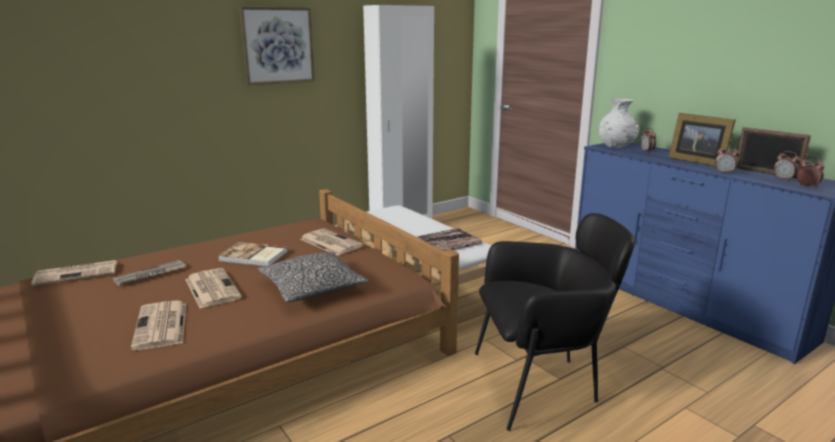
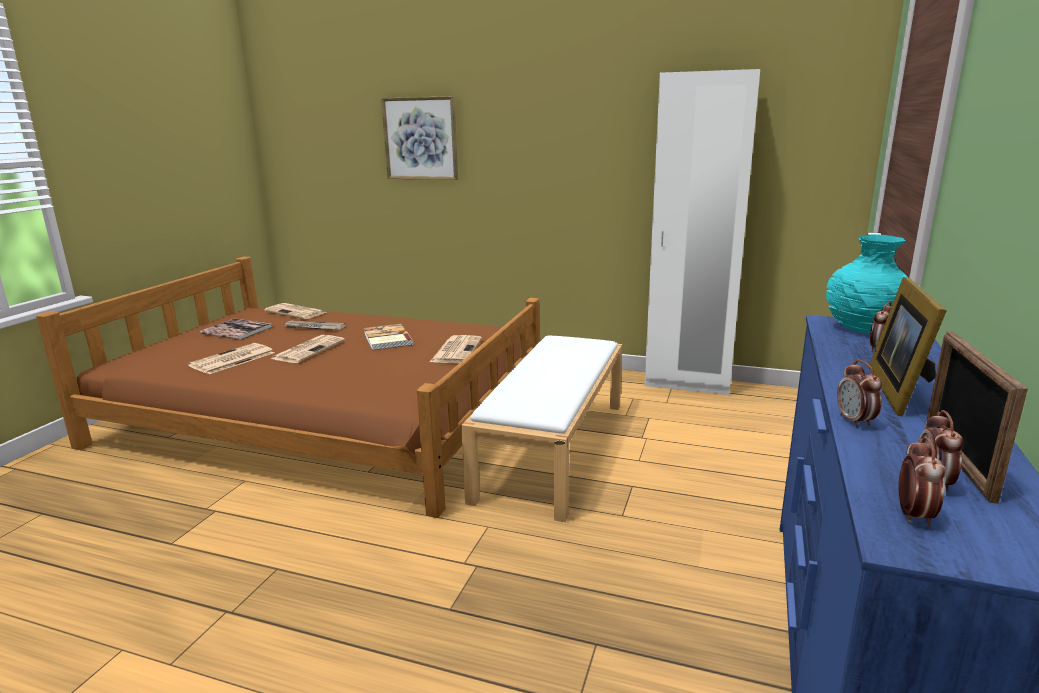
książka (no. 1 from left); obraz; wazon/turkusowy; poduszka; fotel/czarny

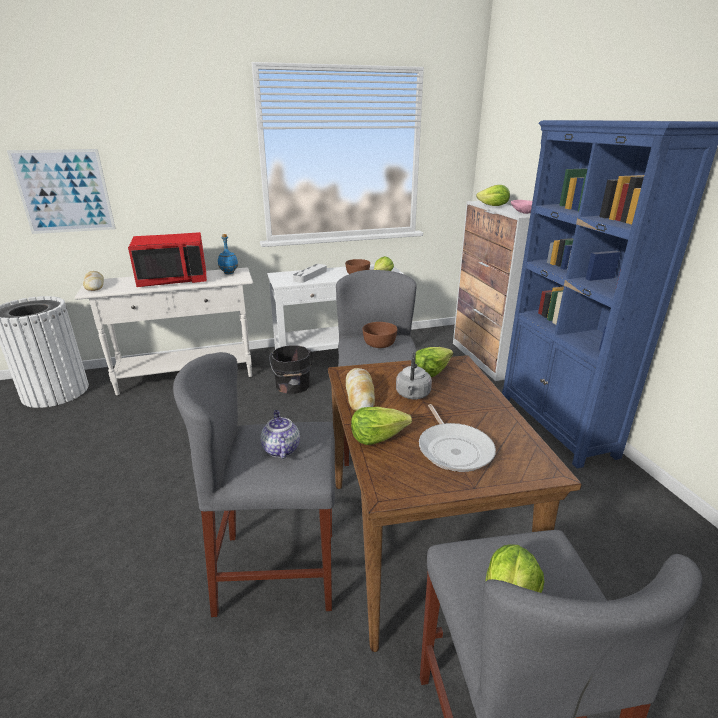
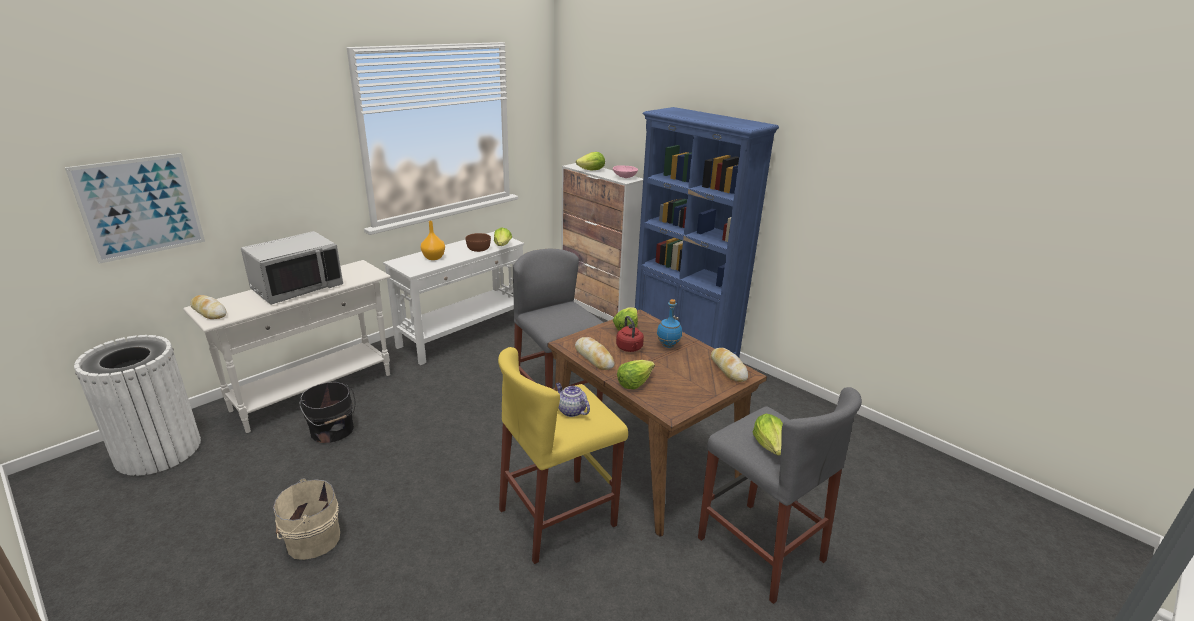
mikrofalówka/szary; wiadro/beżowy; wiadro/czarny; wazon/pomarańczowy; stołek/żółty; czajnik/czerwony; butelka/niebieski; chleb (no. 3 from left); miska/brązowy (no. 2 from left in the first image); patelnia

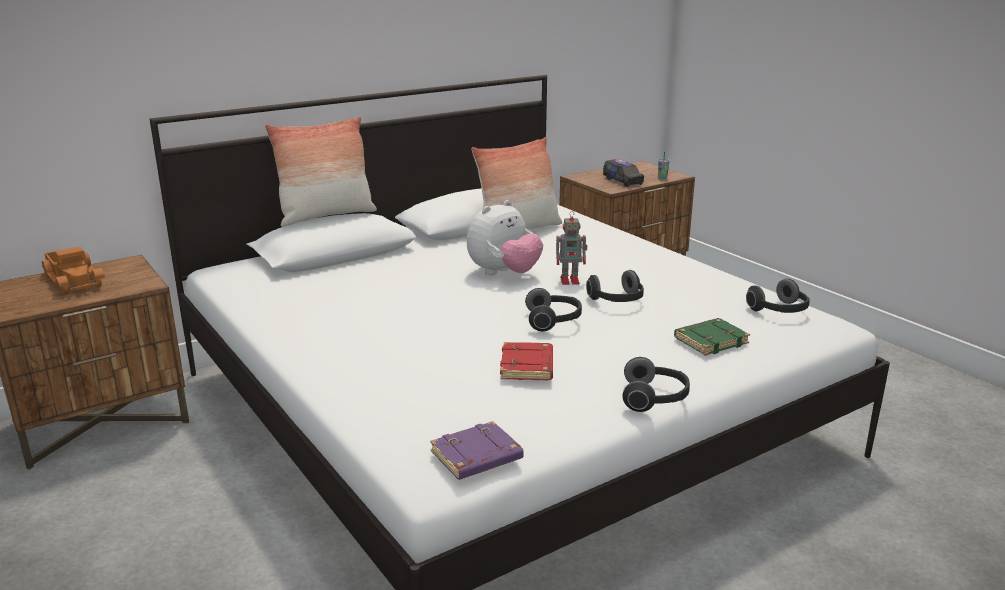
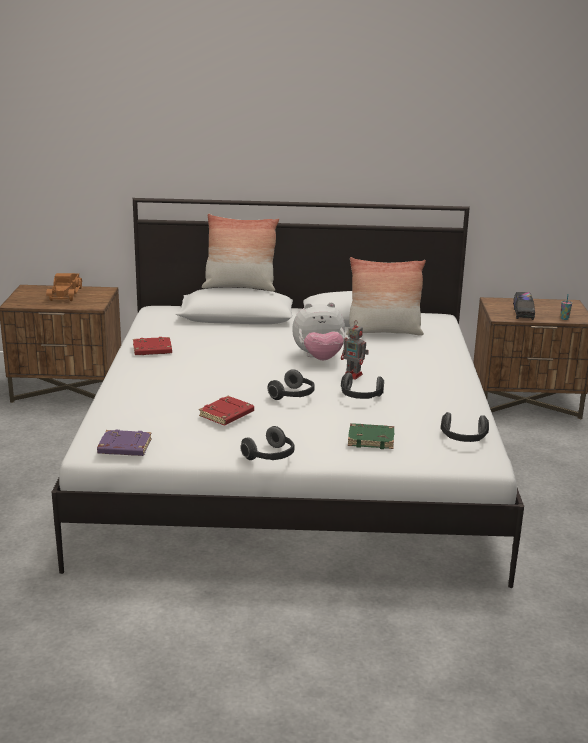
książka/czerwony (no. 1 from left)

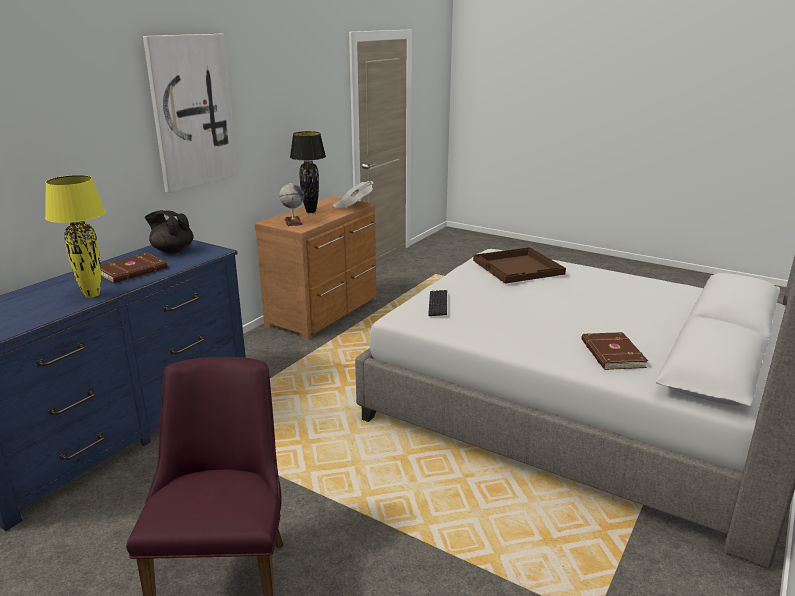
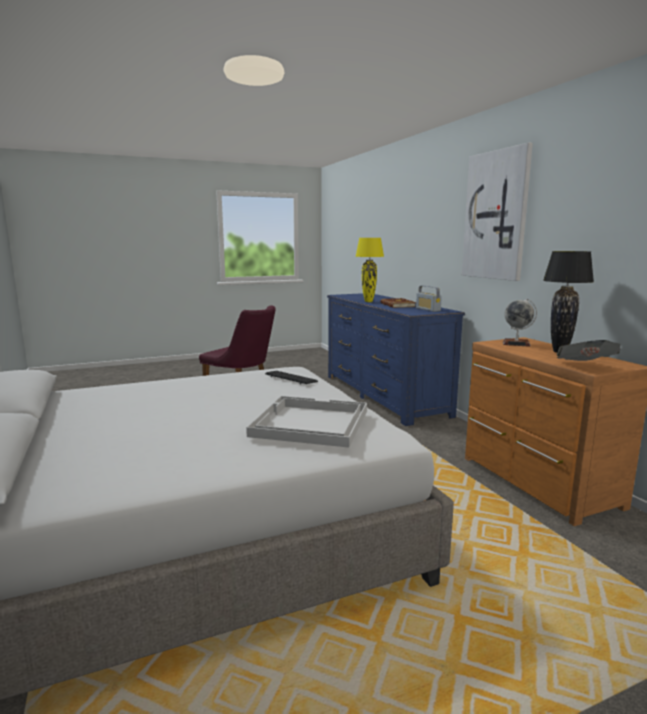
taca/biały; radio; książka/brązowy (no. 2 from left in the first image)

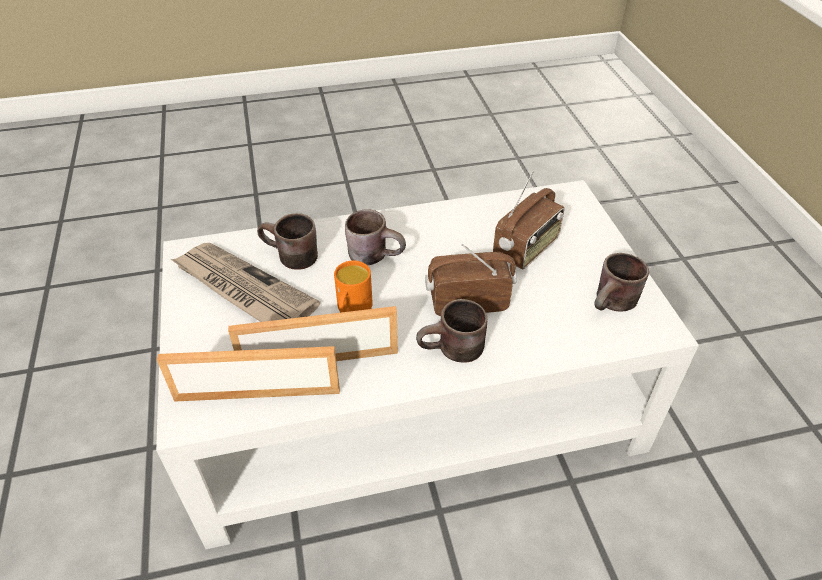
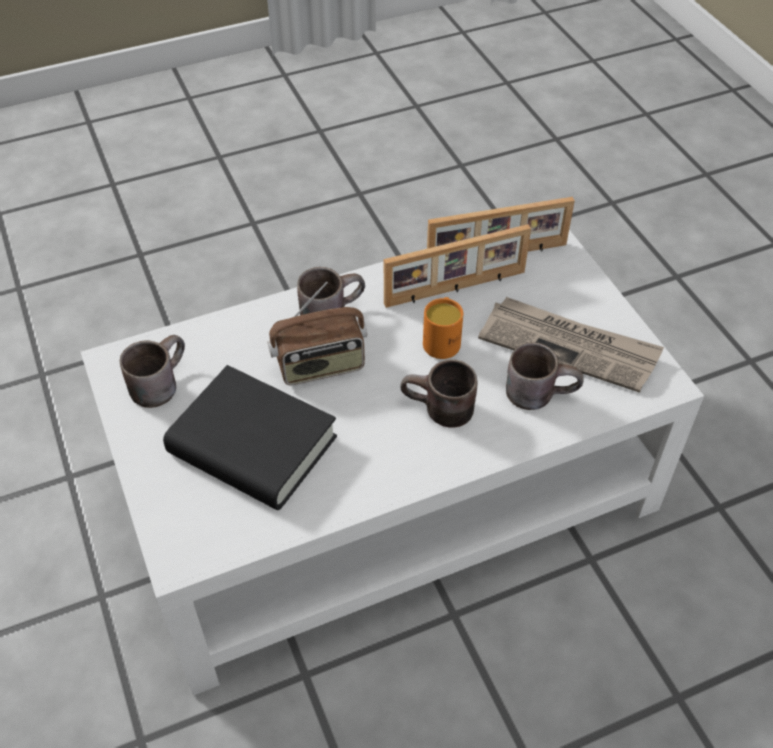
książka/czarny

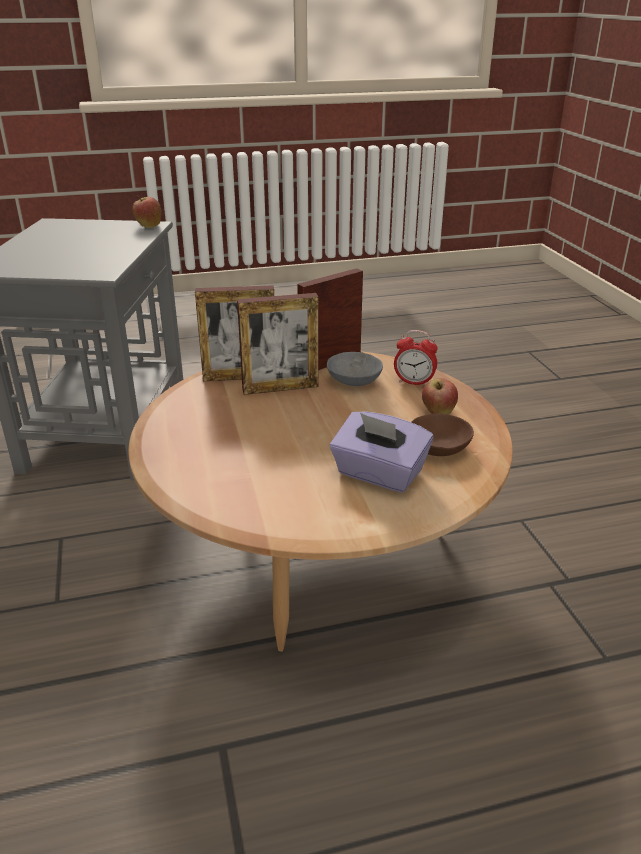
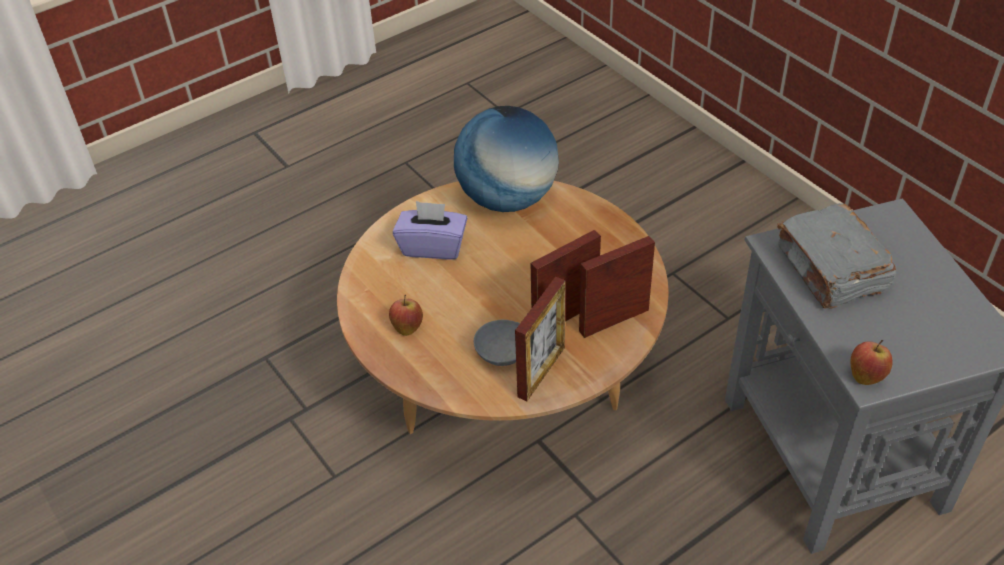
globus; książka/szary; budzik; miska/brązowy

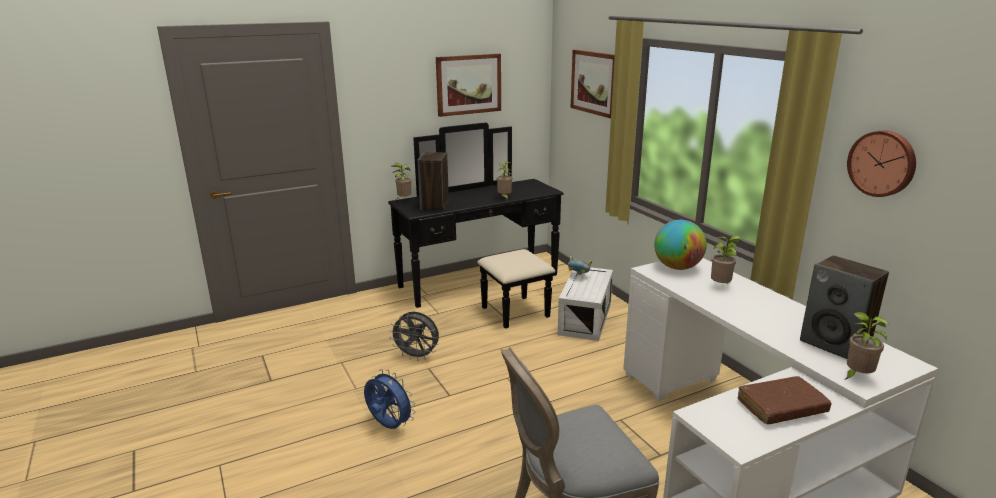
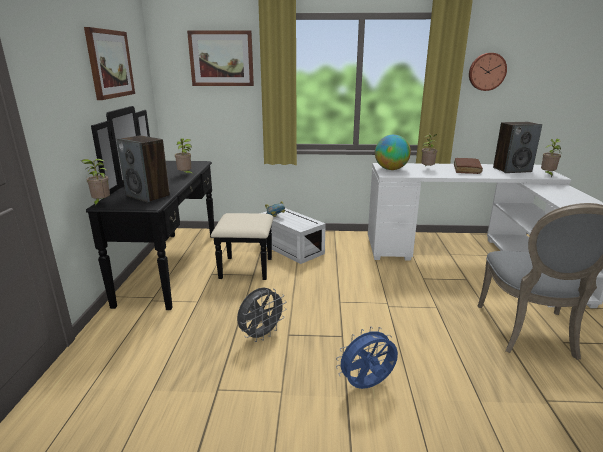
książka/brązowy

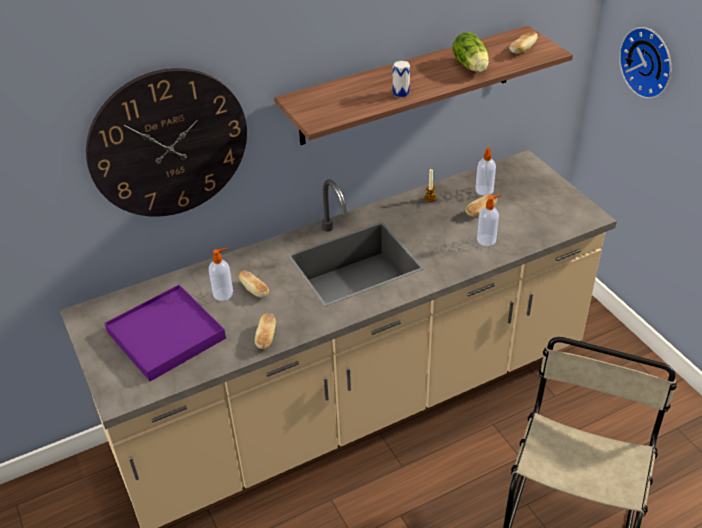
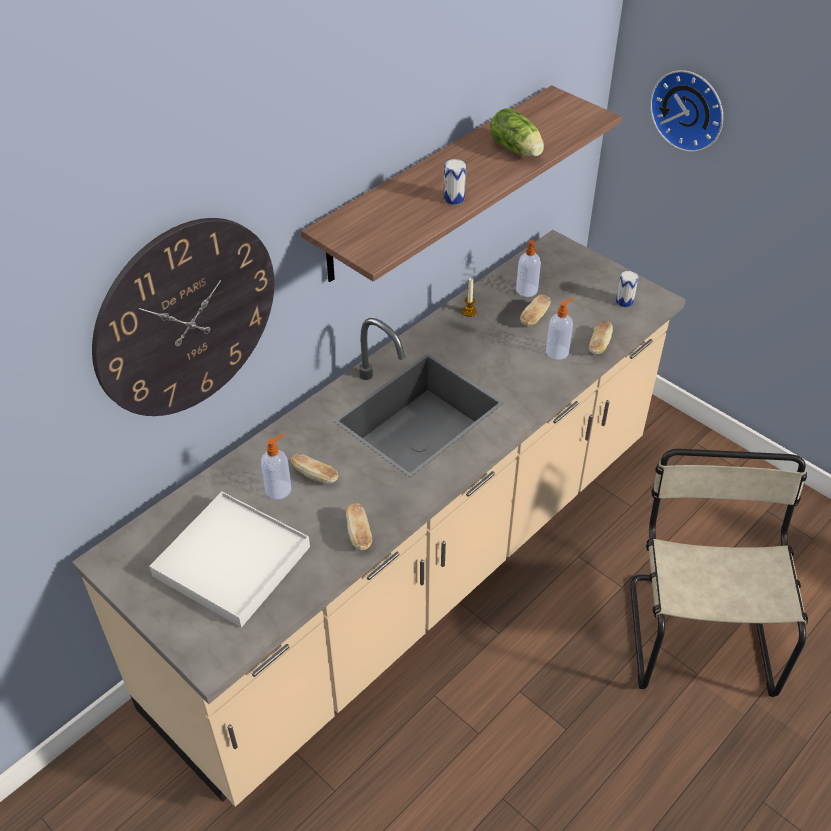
taca/biały; chleb (no. 4 from left); puszka (no. 2 from left)

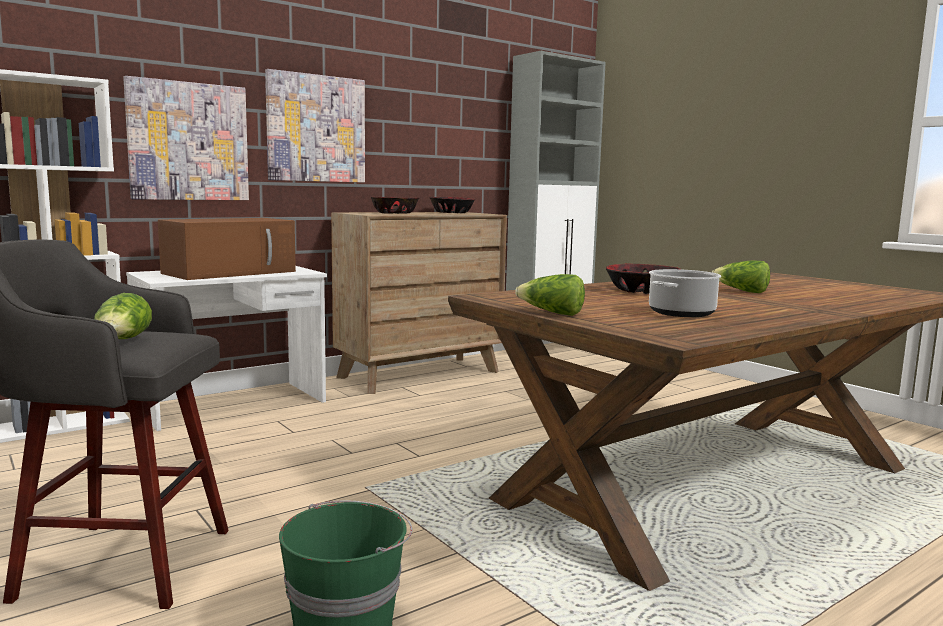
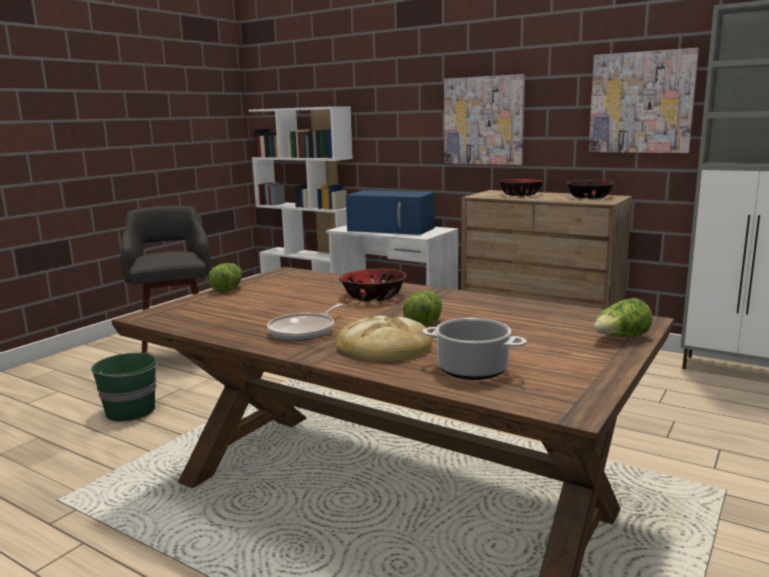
patelnia; chleb; mikrofalówka/niebieski; garnek; obraz (no. 2 from left); sałata (no. 3 from left)

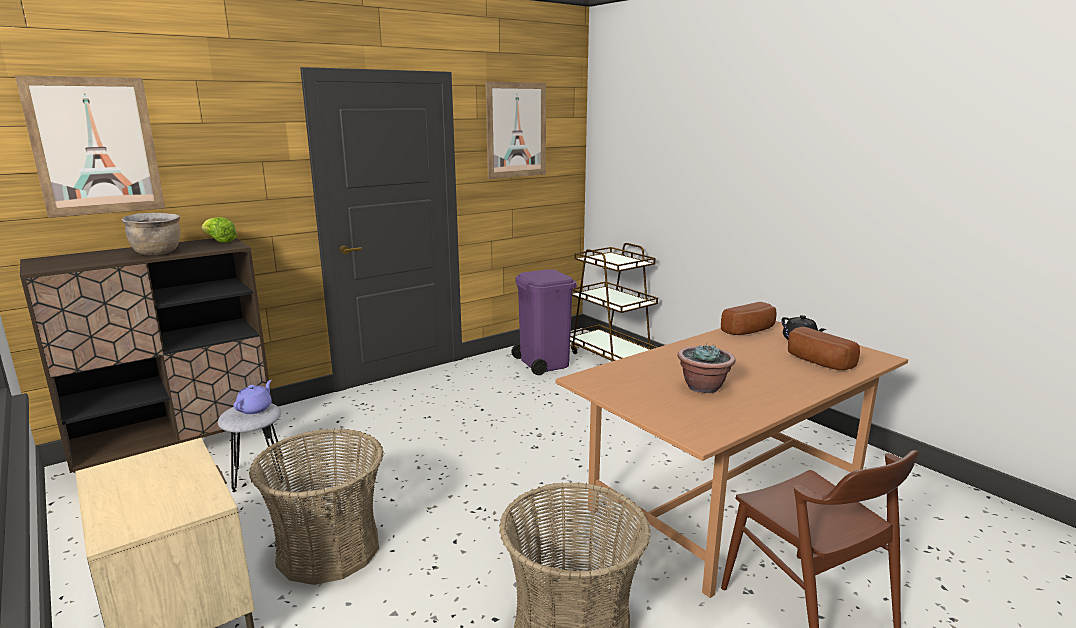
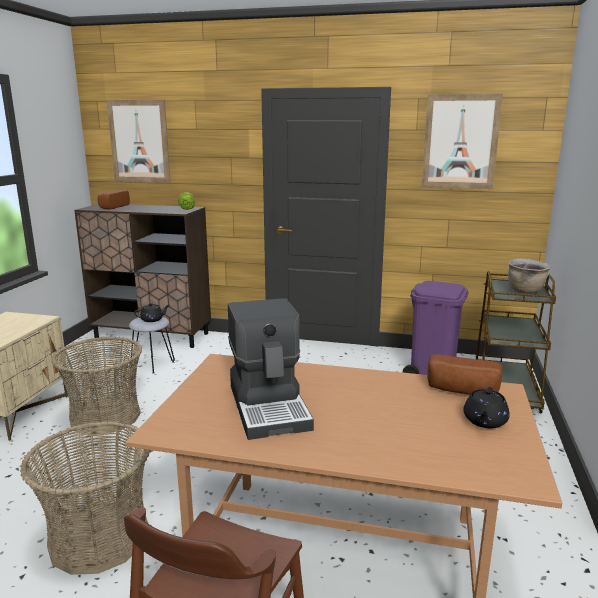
chleb (no. 1 from left); imbryk/czarny (no. 1 from left); ekspres do kawy; garnek/brązowy

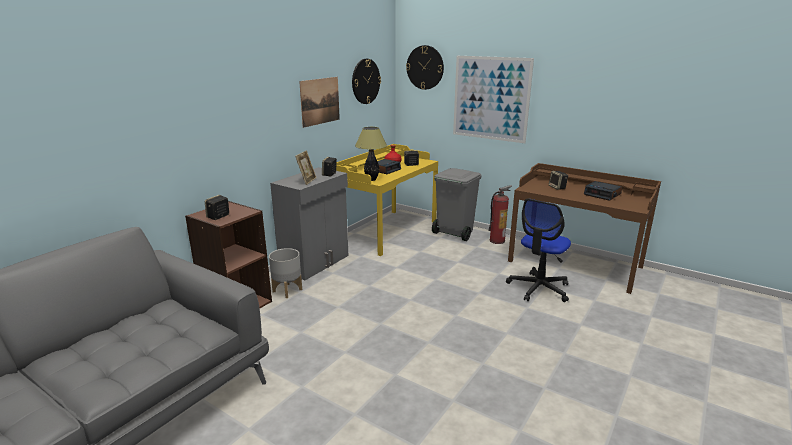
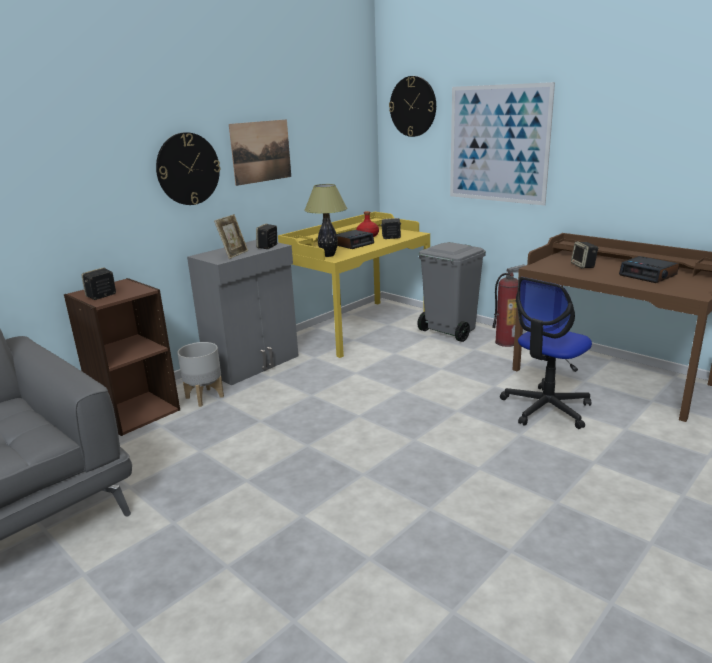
zegar ścienny (no. 1 from left)

